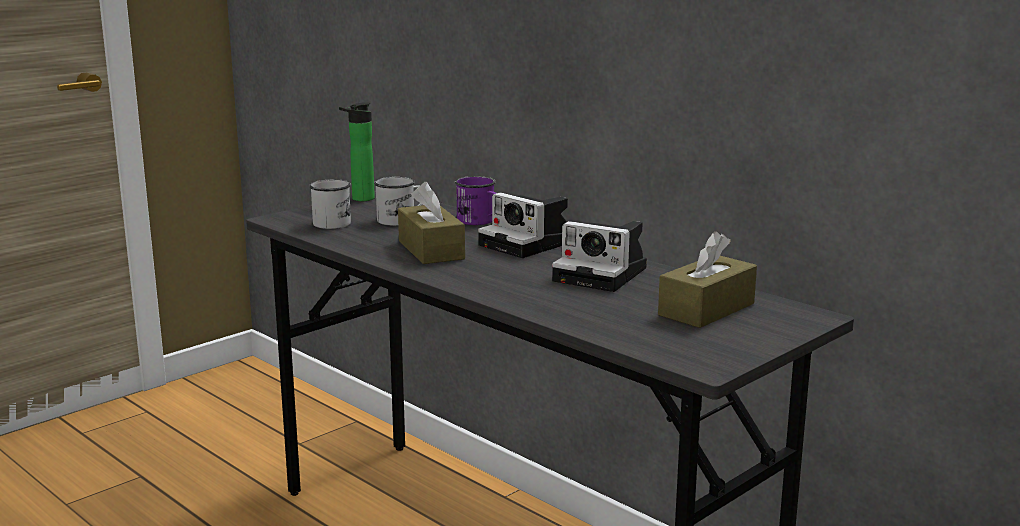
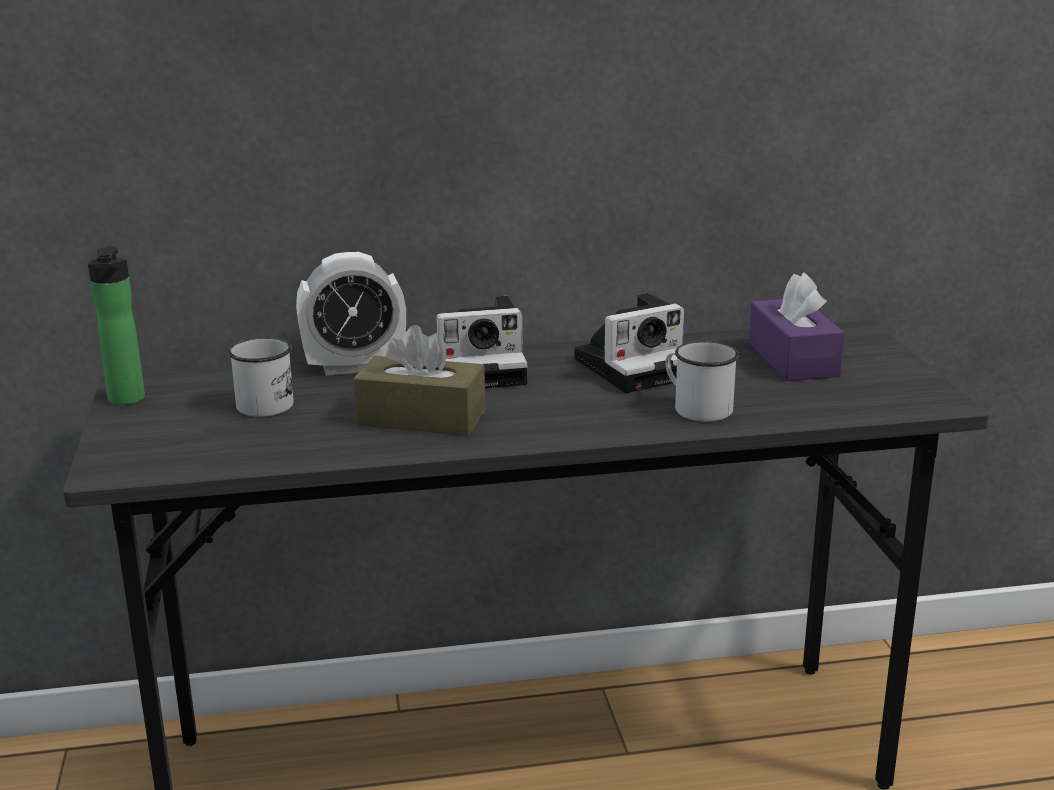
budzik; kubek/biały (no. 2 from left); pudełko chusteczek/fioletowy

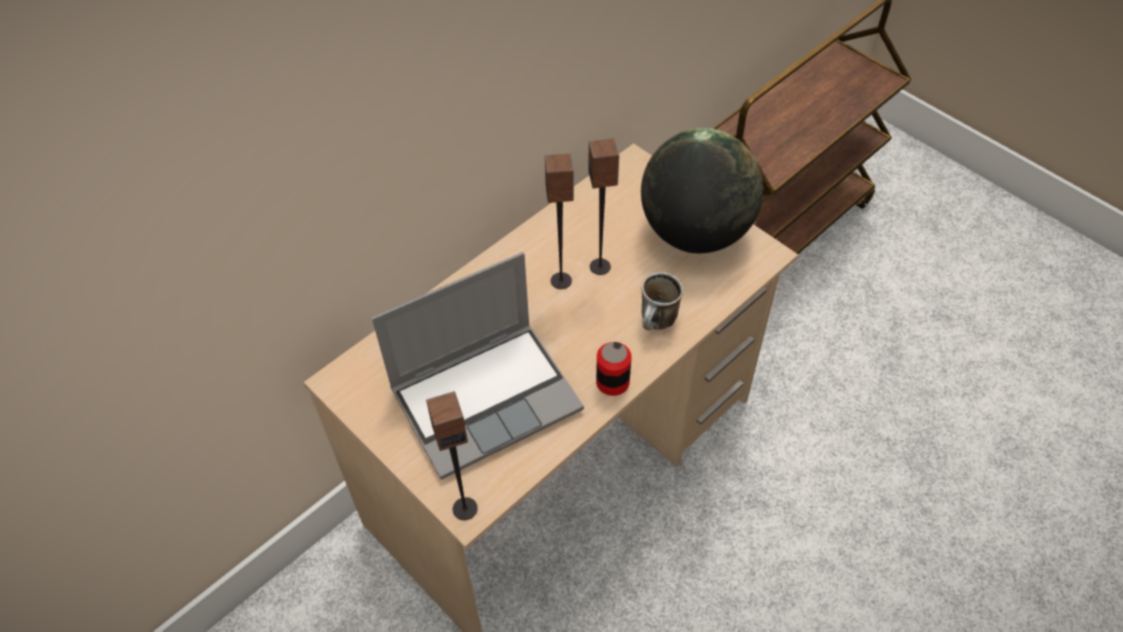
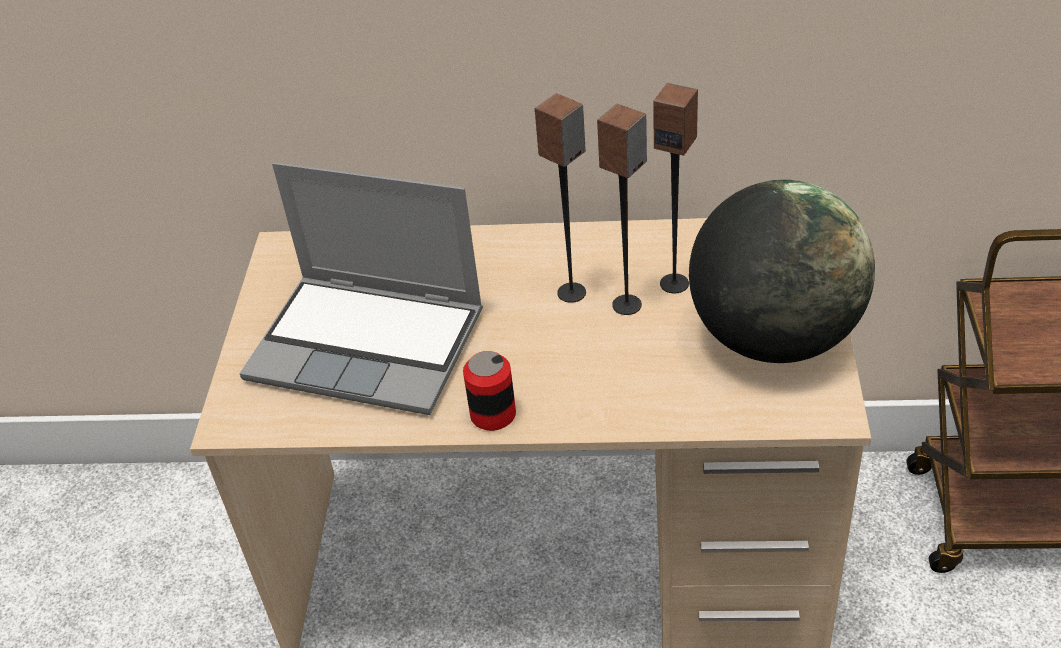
głośnik (no. 3 from left); kubek

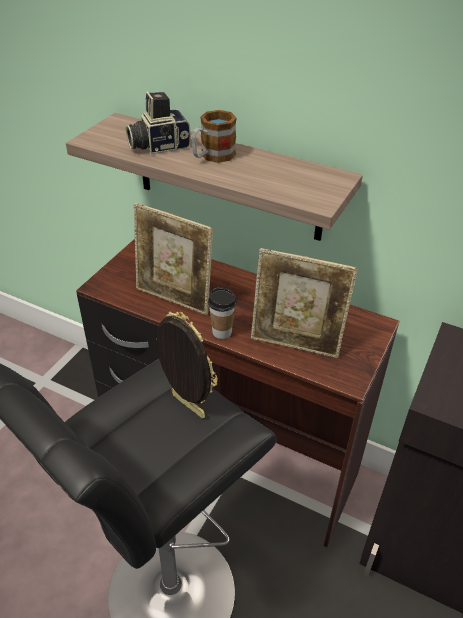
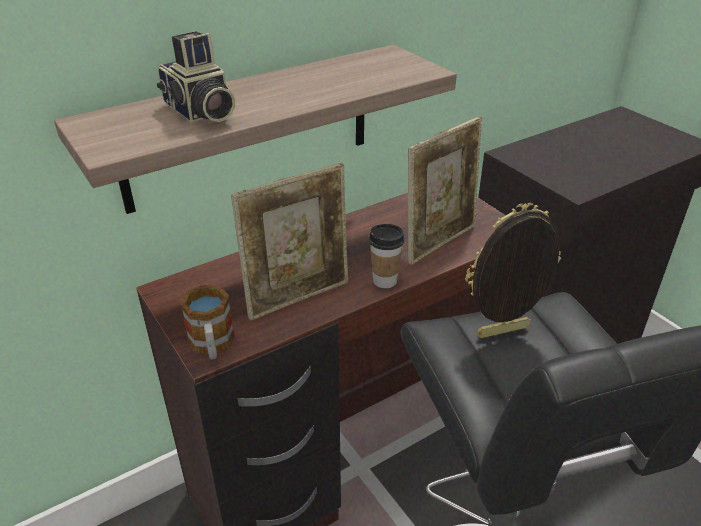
aparat fotograficzny; kubek

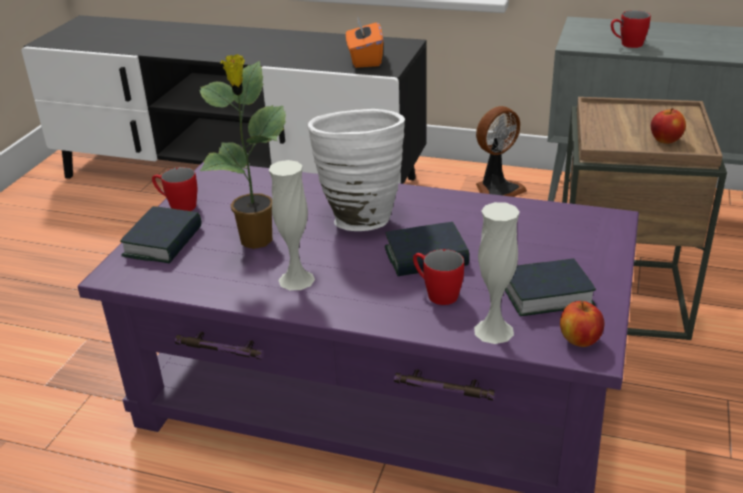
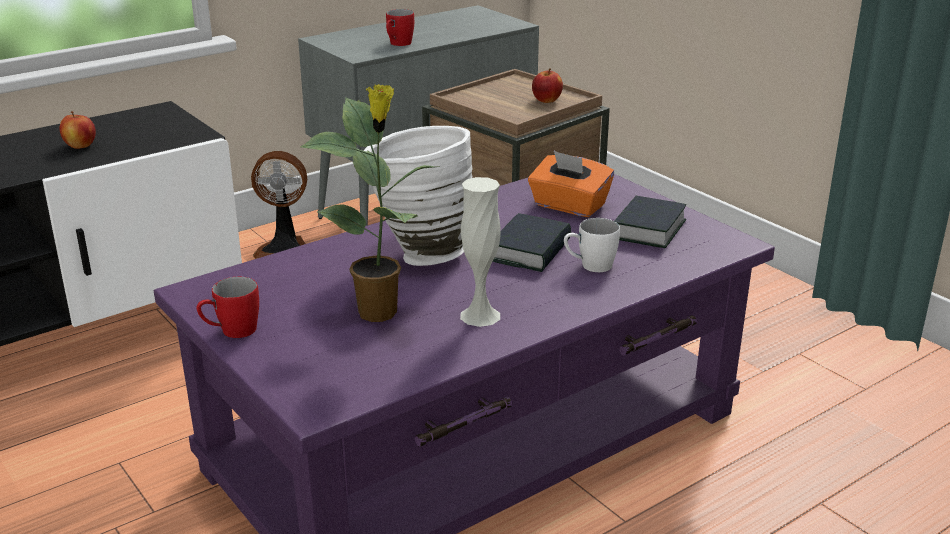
jabłko (no. 1 from left); wentylator; pudełko chusteczek/pomarańczowy; kubek/biały; książka (no. 1 from left in the first image); wazon/biały (no. 3 from left in the first image)

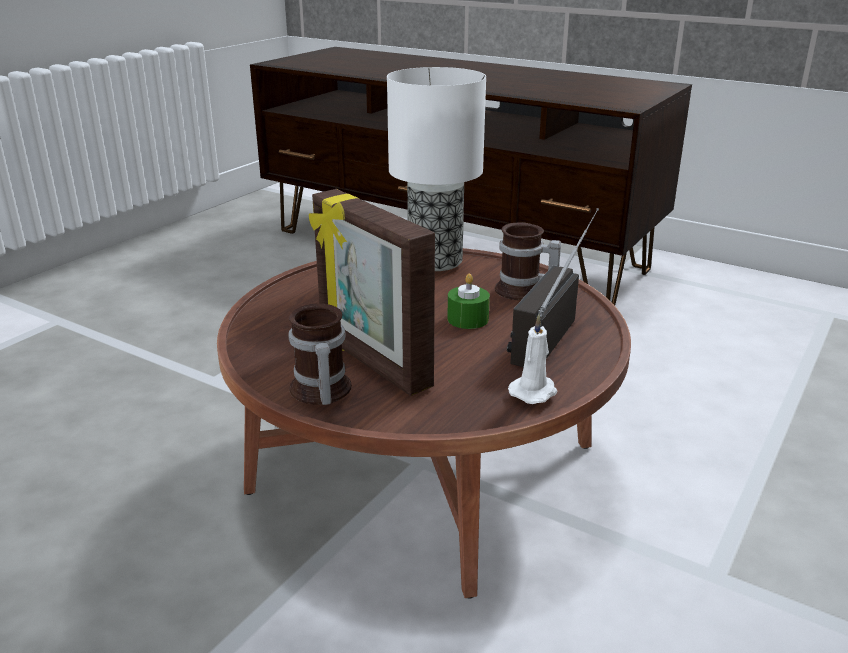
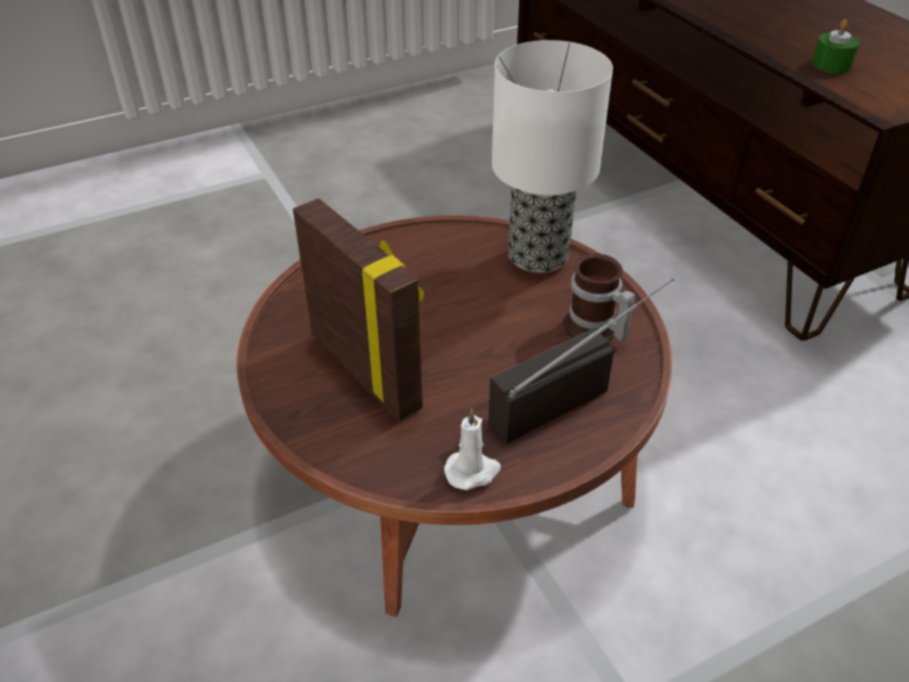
ramka na zdjęcie; świeca/zielony; kubek (no. 1 from left in the first image)

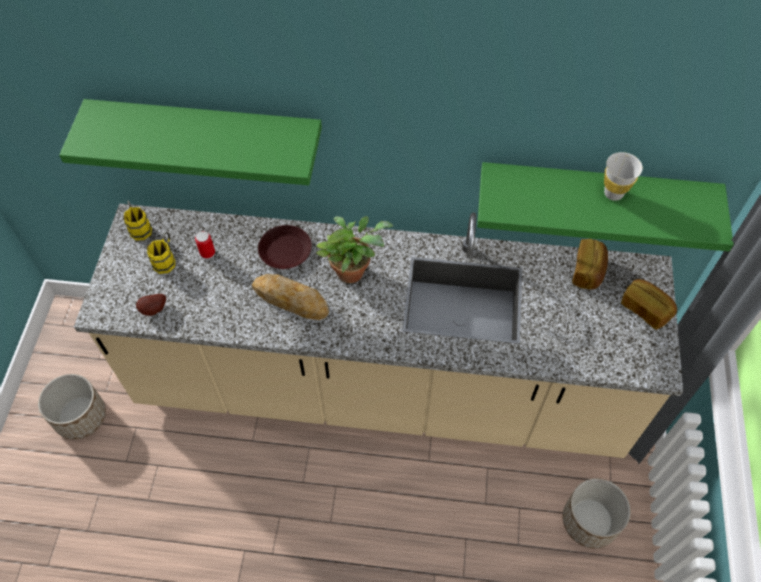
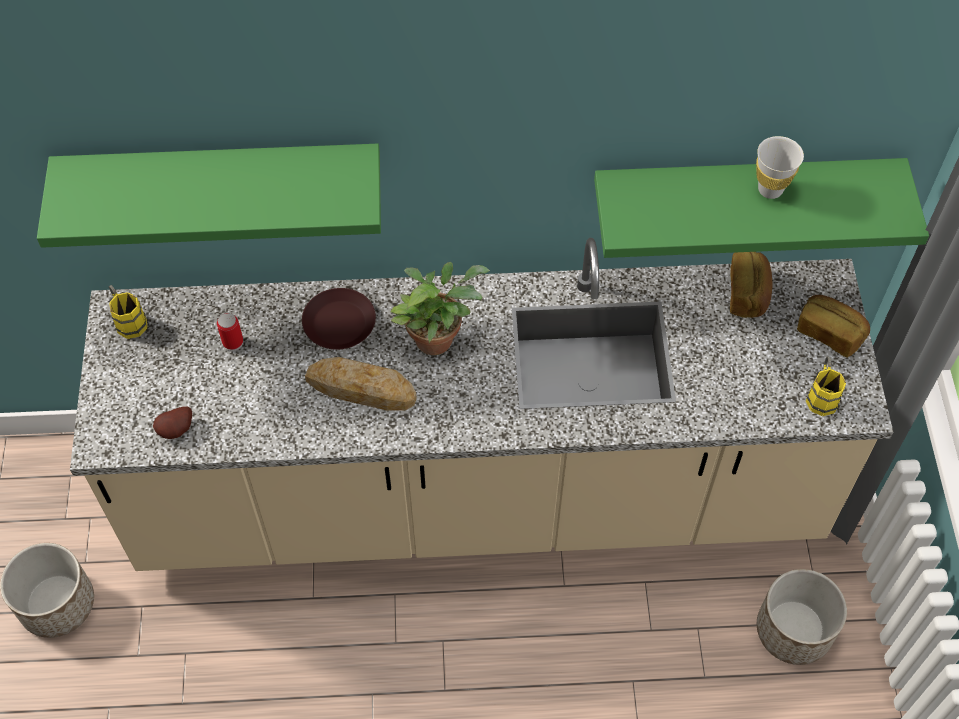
kubek/żółty (no. 2 from left)

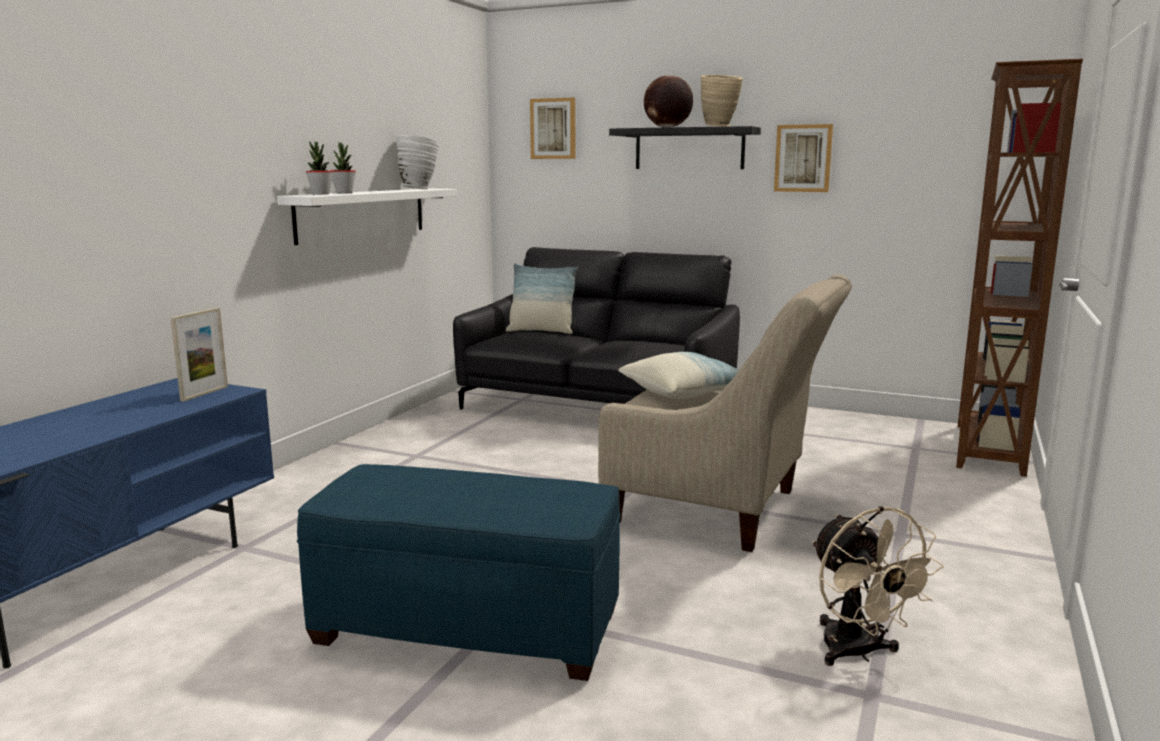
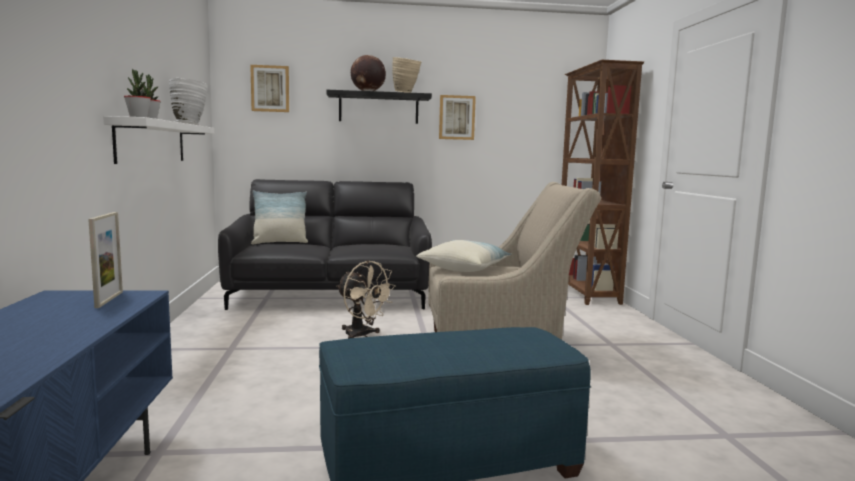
wentylator/beżowy

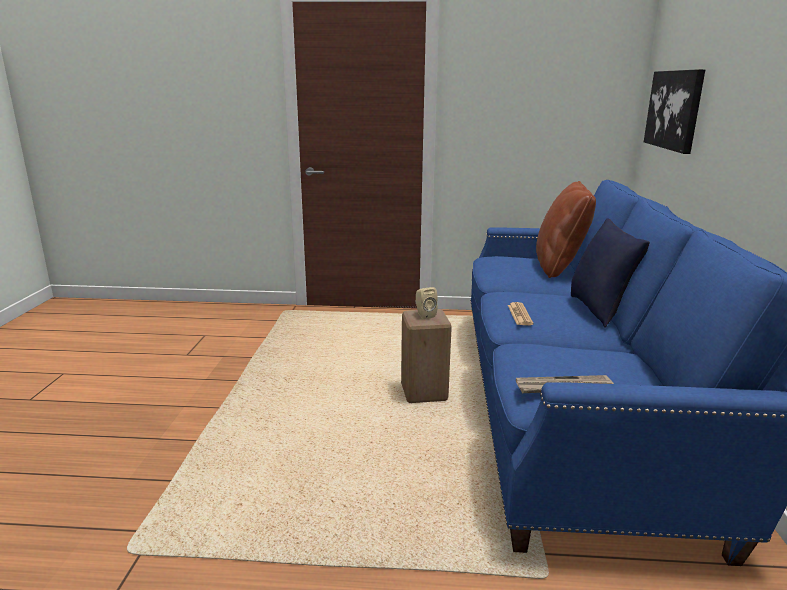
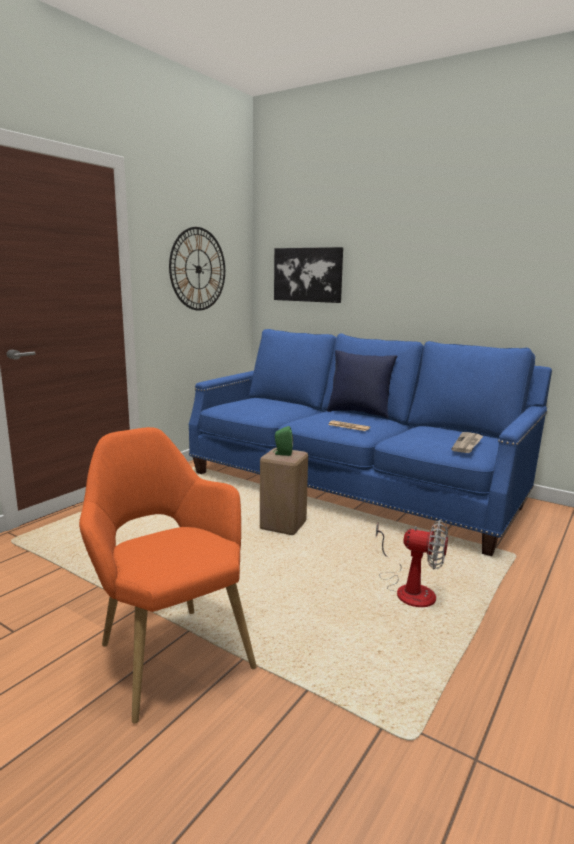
fotel/pomarańczowy; zegar ścienny; głośnik/zielony; wentylator; poduszka/brązowy

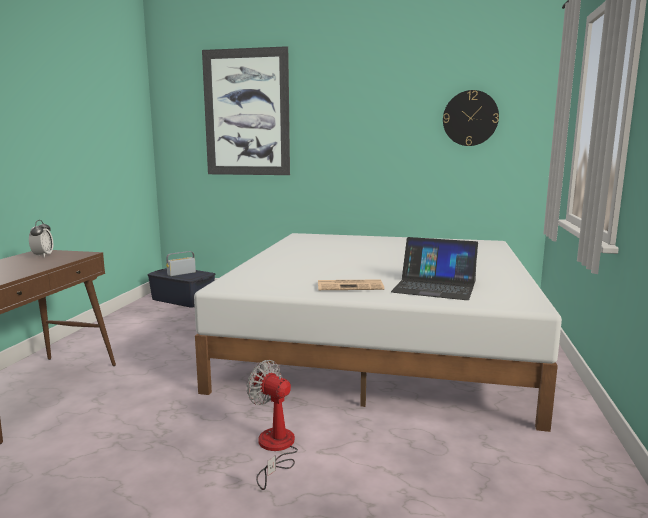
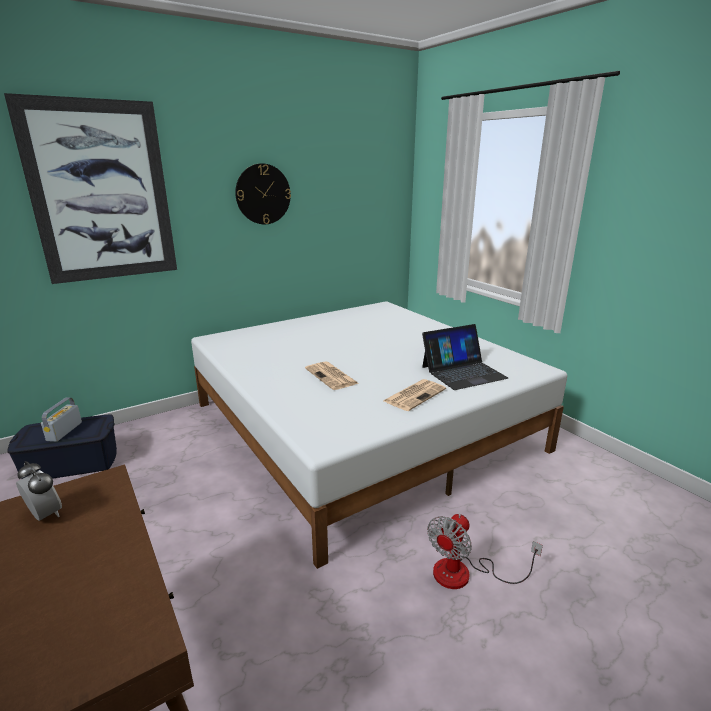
zegar ścienny; gazeta (no. 1 from left); wentylator

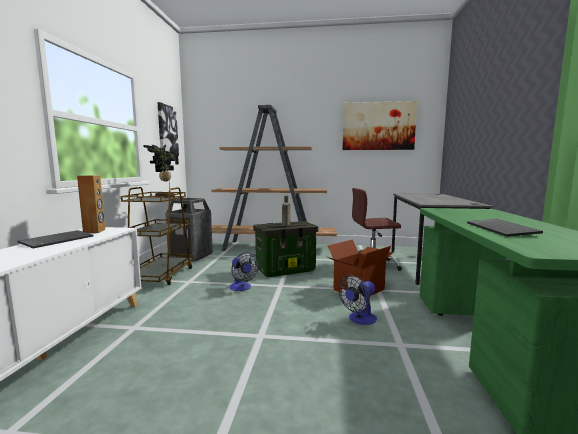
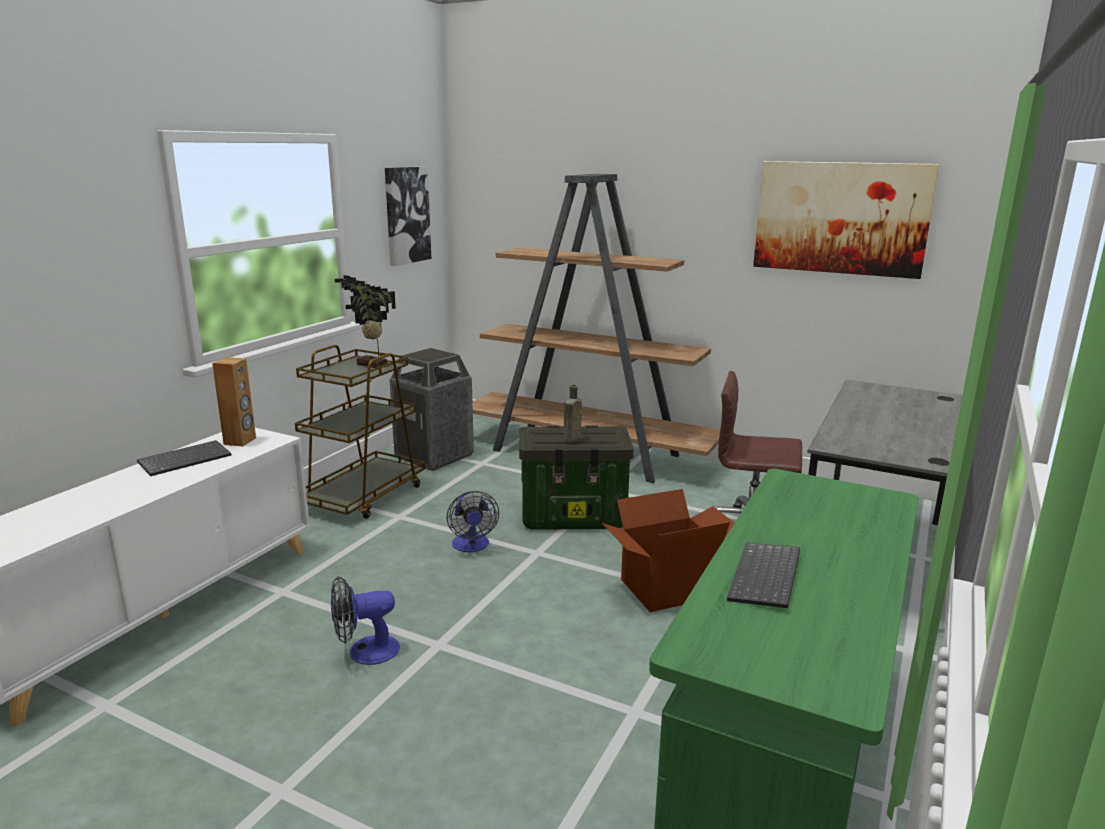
wentylator (no. 1 from left)

